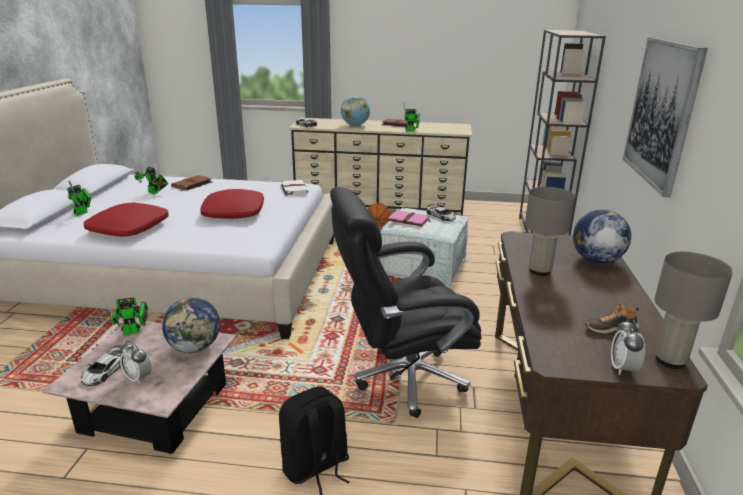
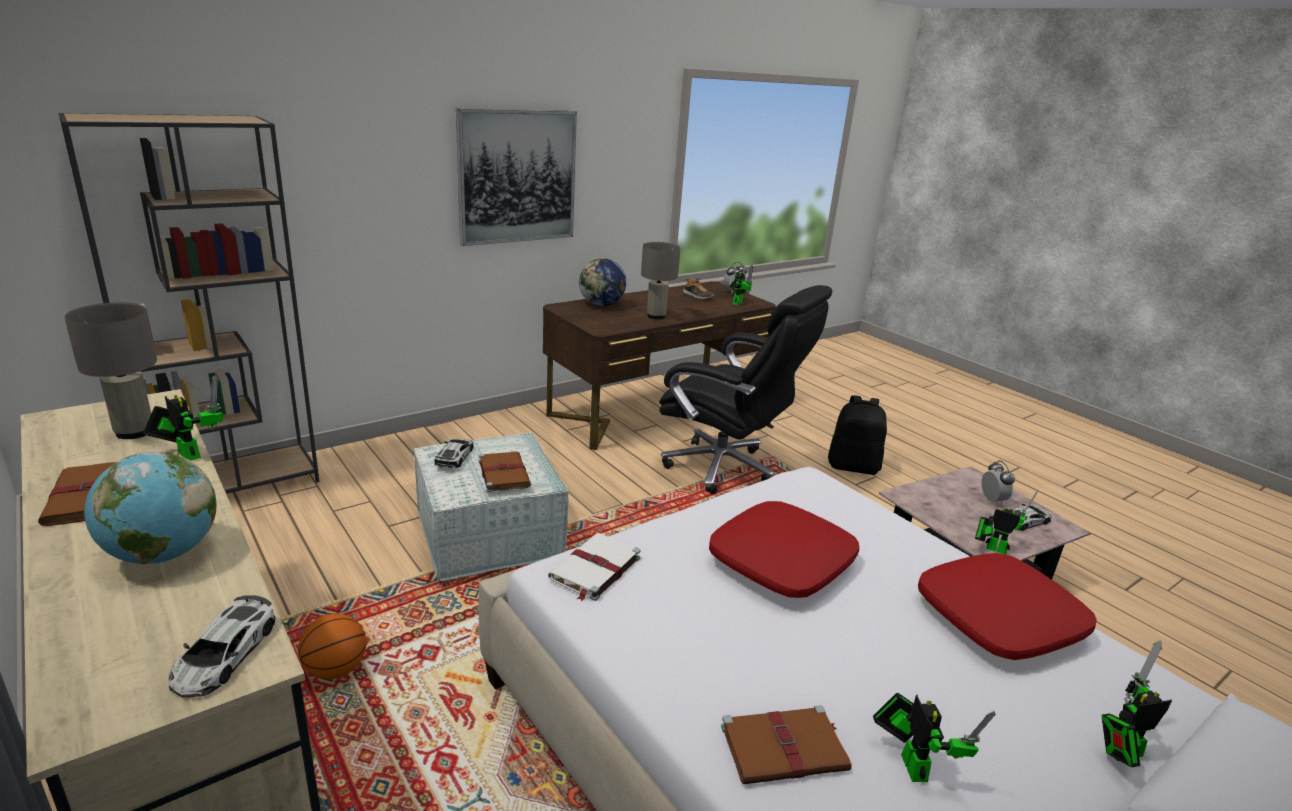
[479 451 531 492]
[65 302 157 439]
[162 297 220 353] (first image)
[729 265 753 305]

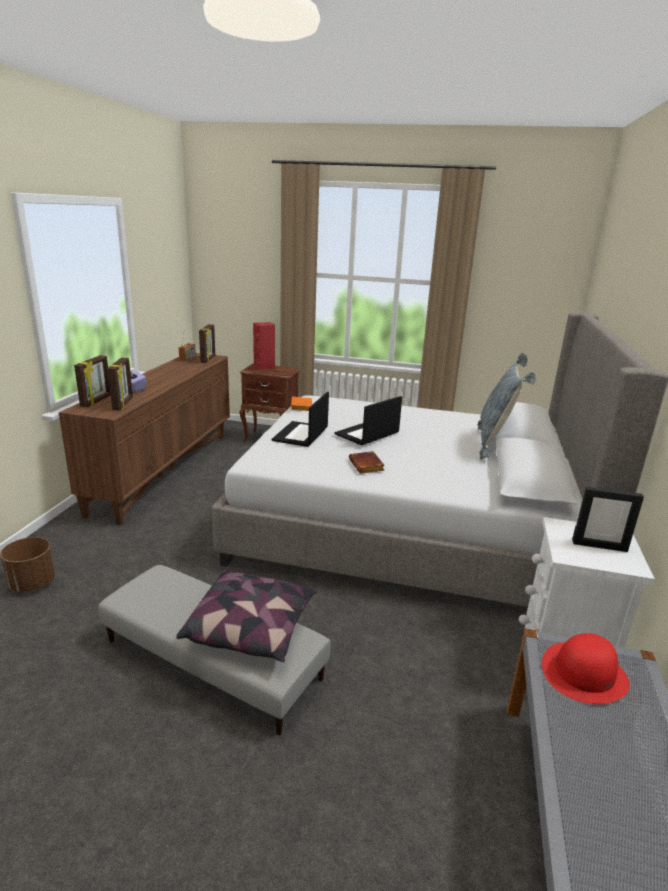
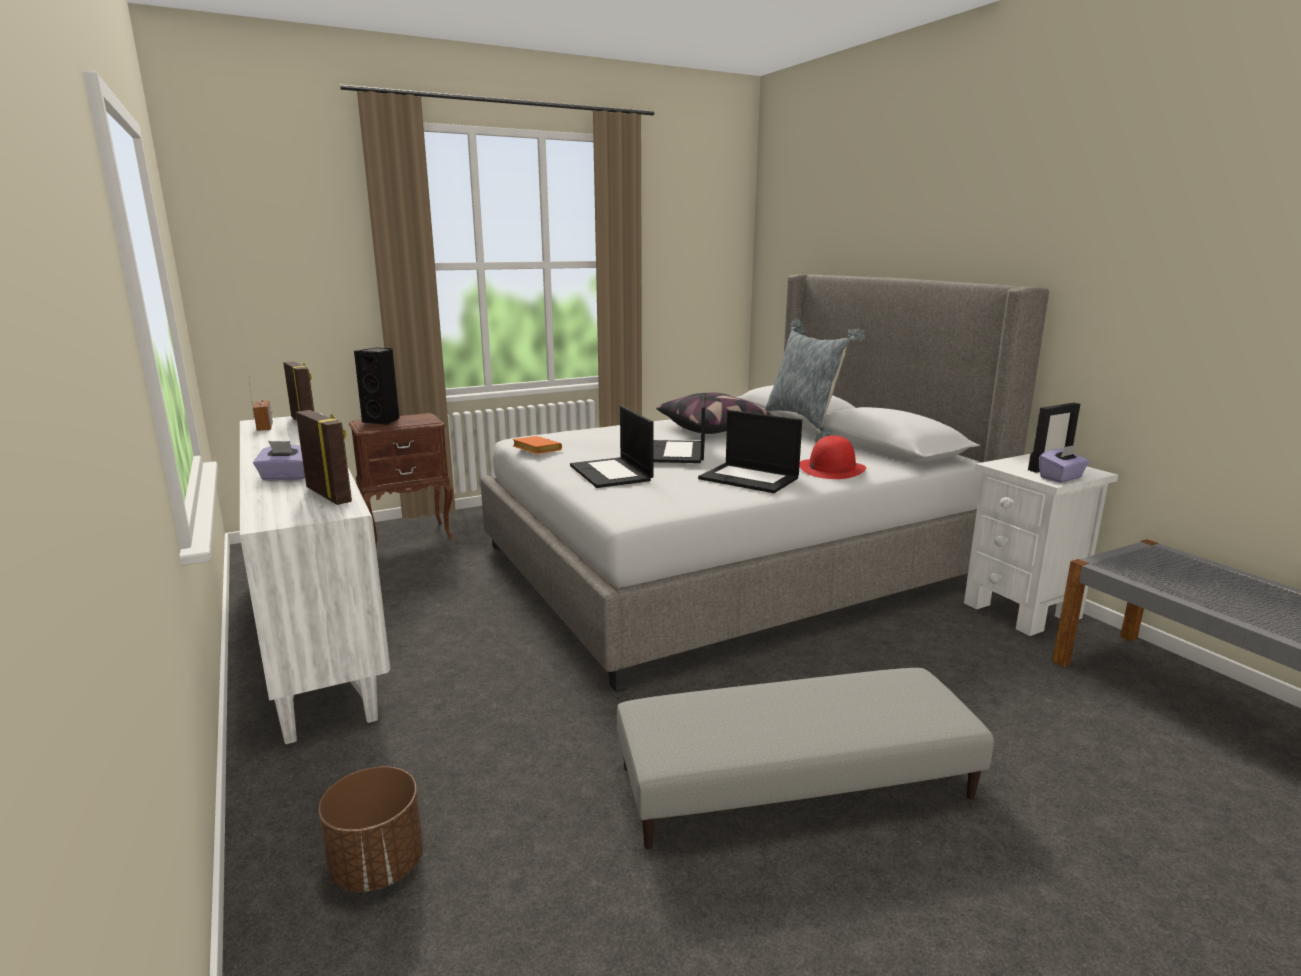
[354 348 400 425]
[240 414 390 744]
[74 355 111 407] (first image)
[698 410 802 493]
[656 393 774 434]
[799 436 866 479]
[1039 444 1089 483]

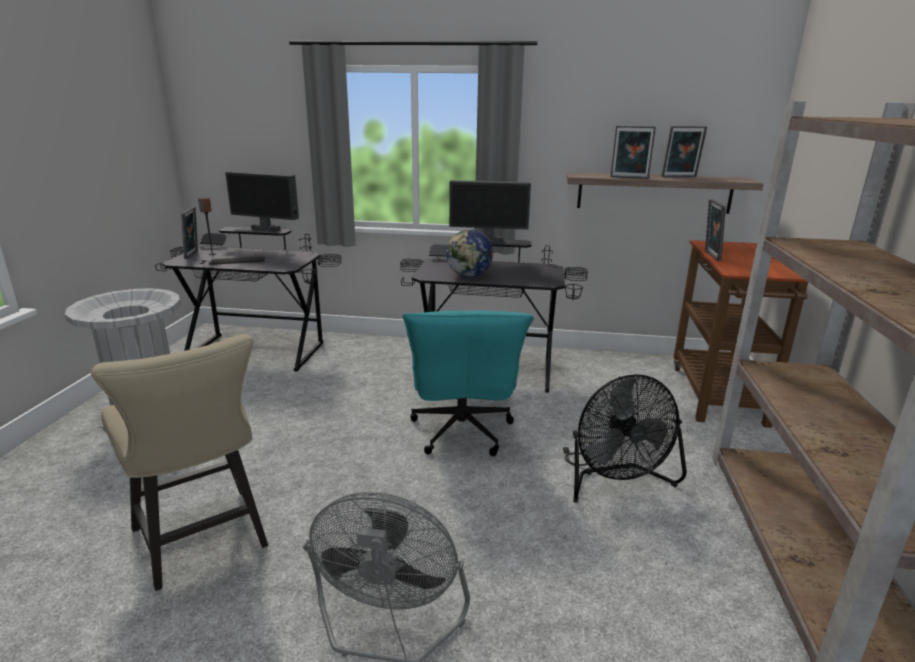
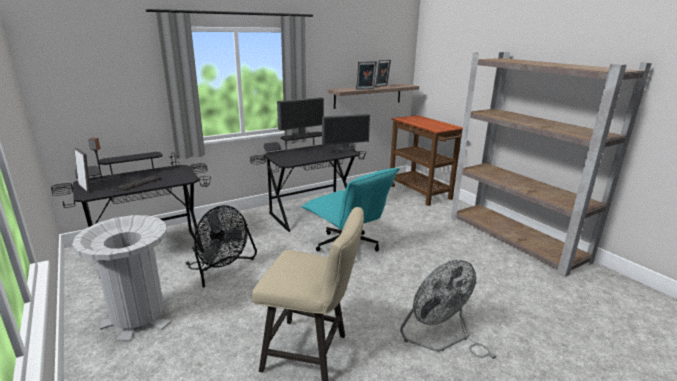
[322 114 370 153]
[705 199 726 261] (first image)
[446 229 493 277] (first image)
[185 205 257 288]

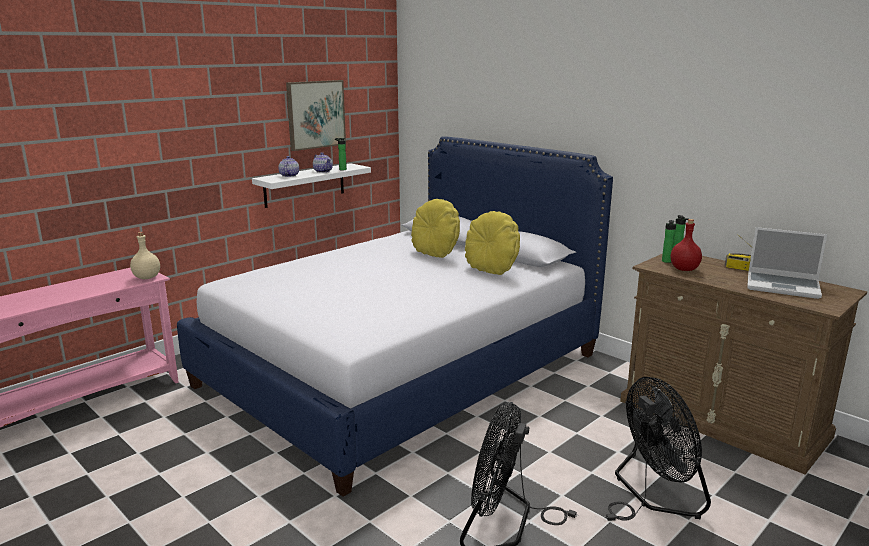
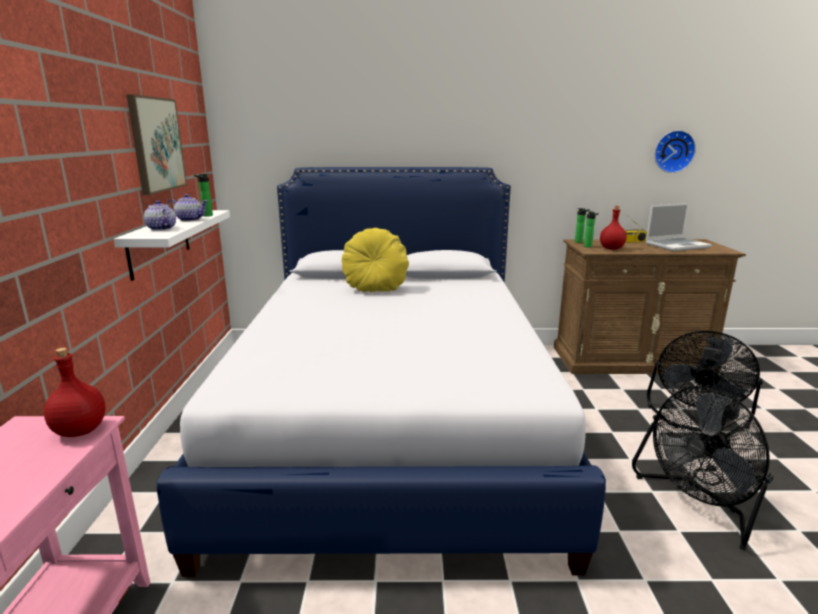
[465 211 520 275] (first image)
[44 348 105 437]
[654 130 696 173]

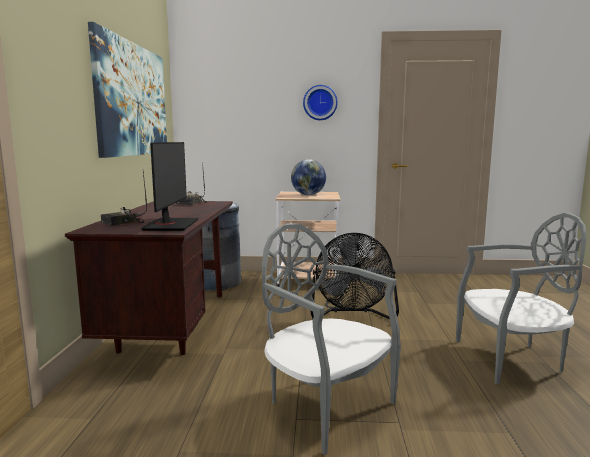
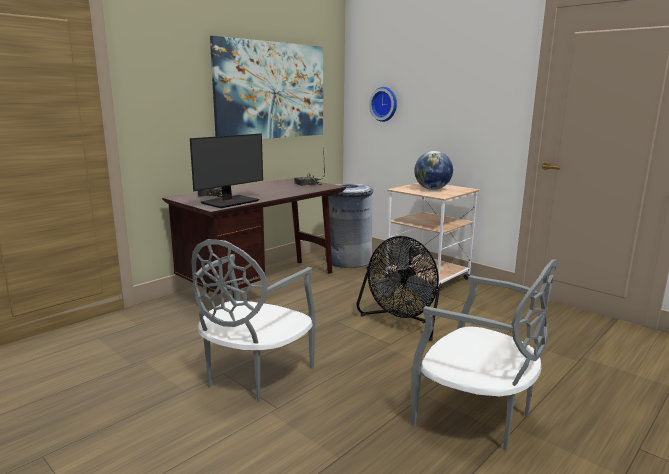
[369 87 397 122]
[191 239 316 402]

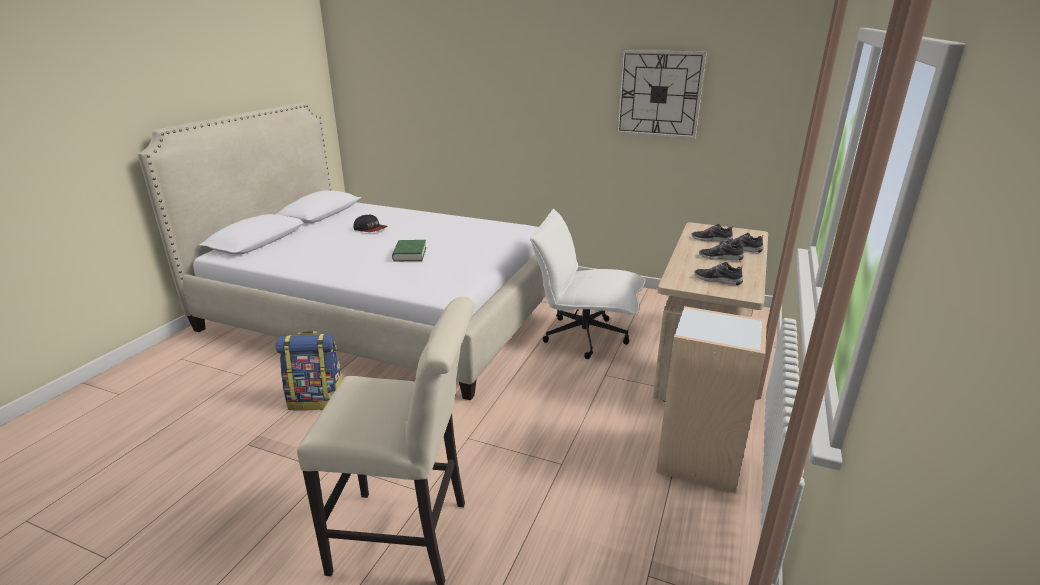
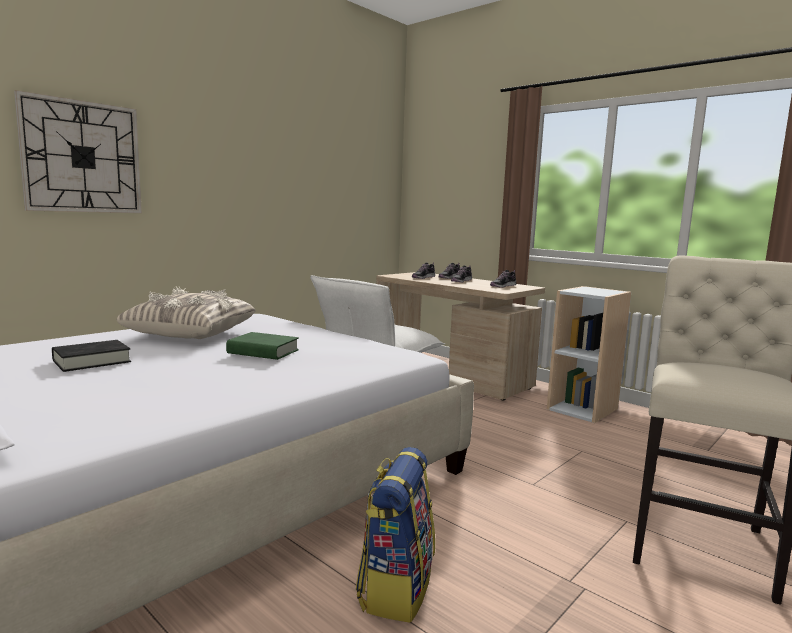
[14 90 142 213]
[52 340 131 372]
[117 287 256 339]

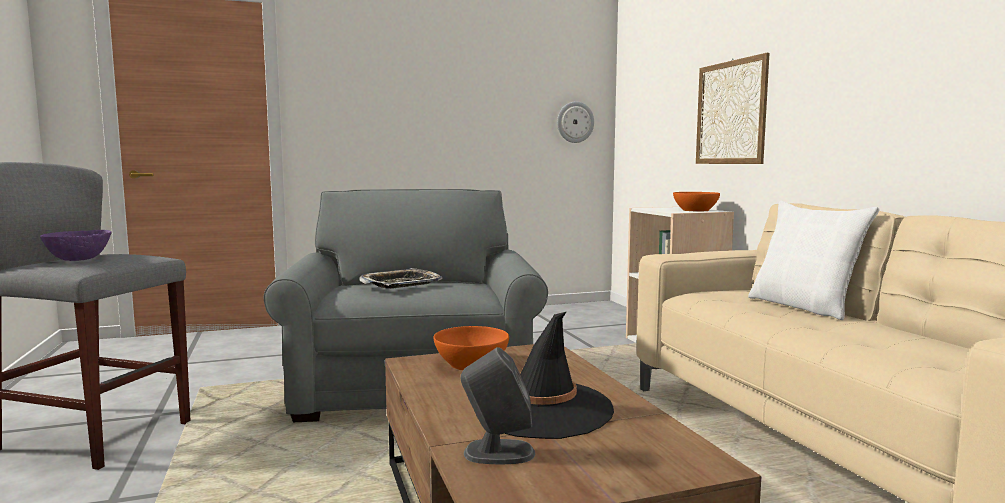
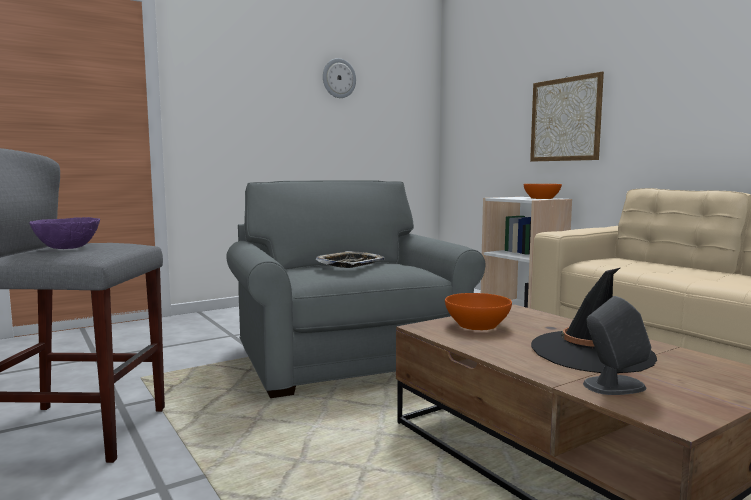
[323 58 356 98]
[748 201 880 320] (first image)

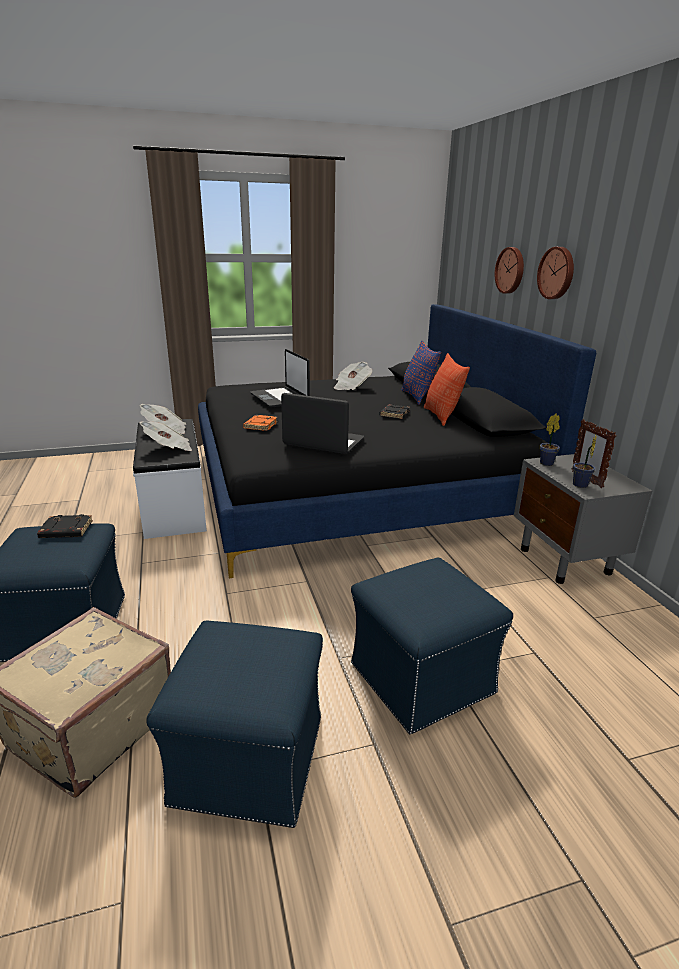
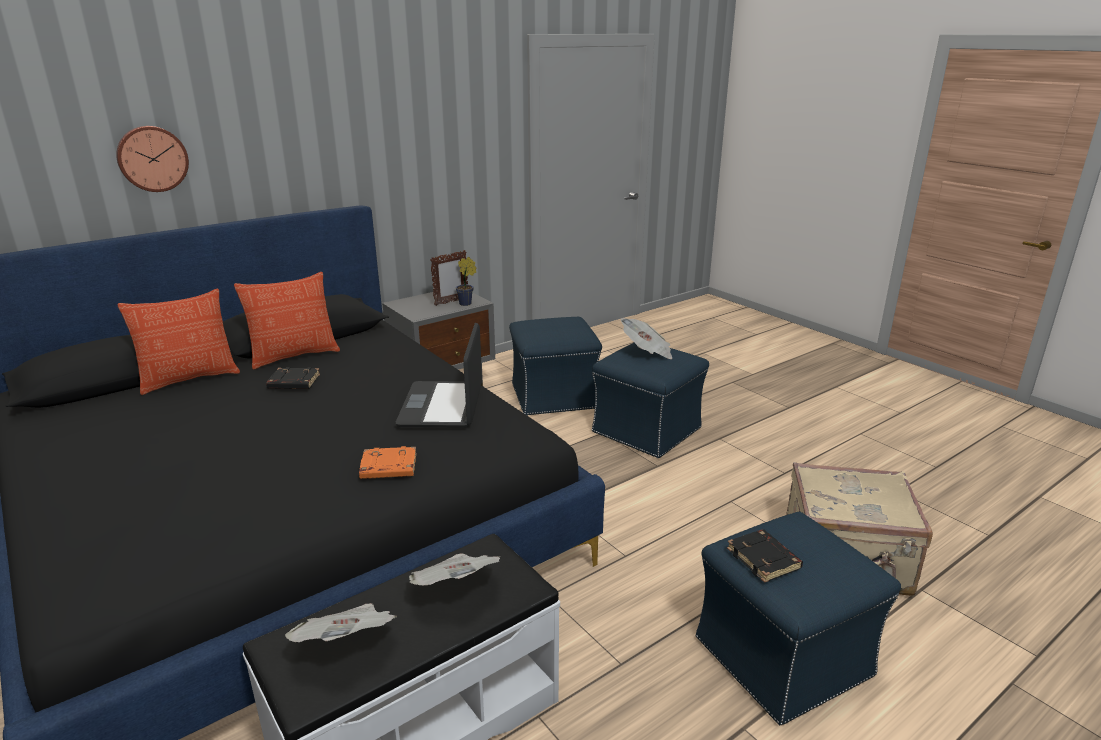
[537 247 574 299] (first image)
[117 289 240 395]
[250 349 310 408] (first image)
[620 318 672 359]
[540 413 560 466] (first image)
[509 317 602 416]

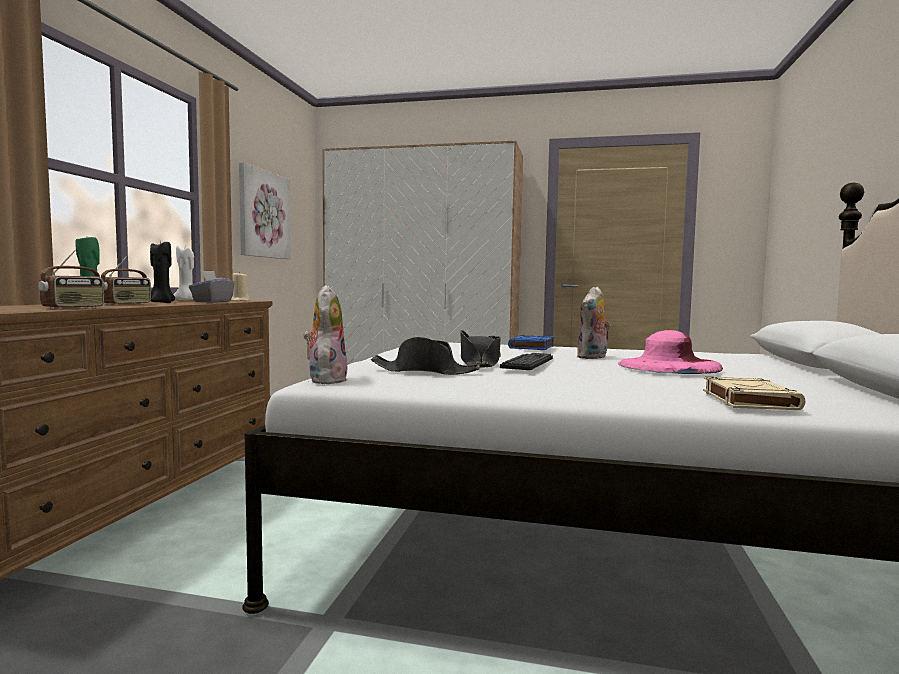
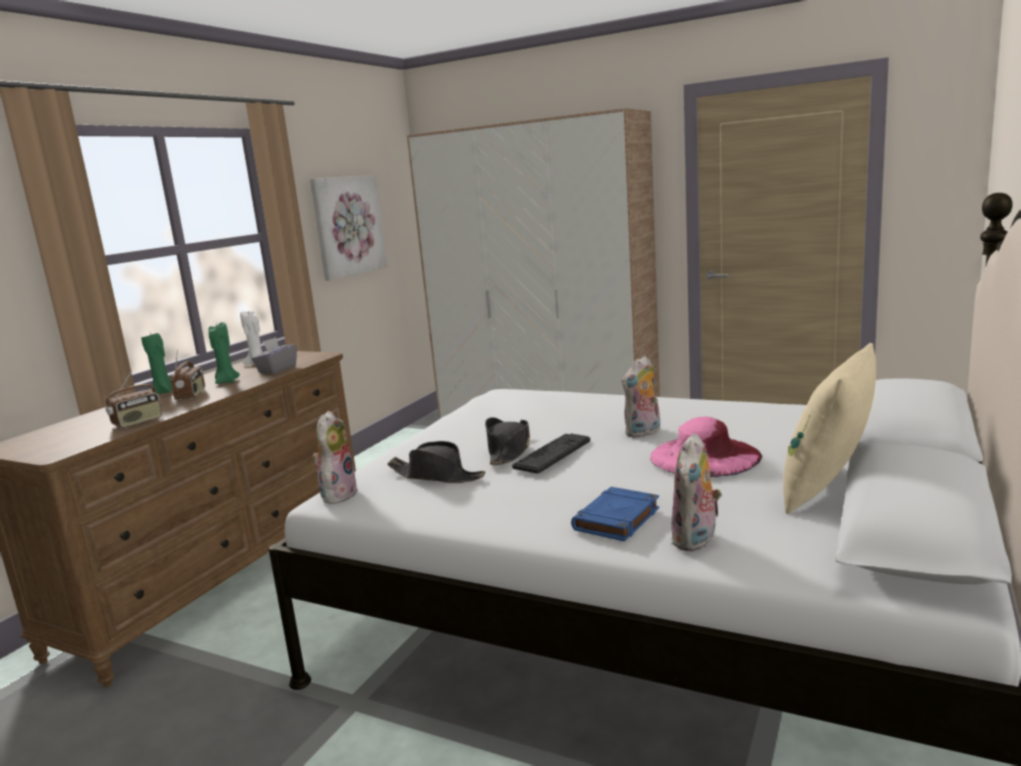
[208 322 240 384]
[170 350 205 400]
[231 272 250 301] (first image)
[571 487 659 542]
[671 433 722 552]
[783 343 876 514]

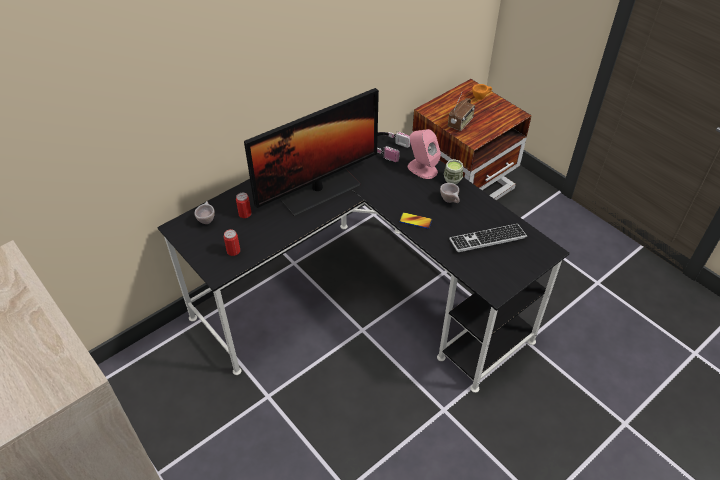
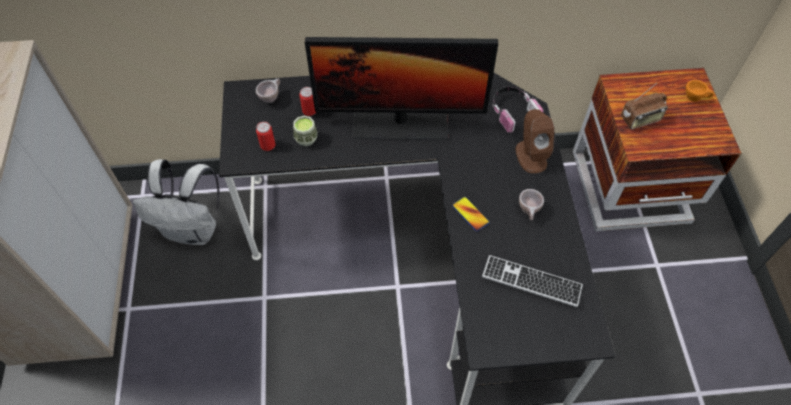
[516 109 555 173]
[293 116 317 146]
[133 159 219 245]

